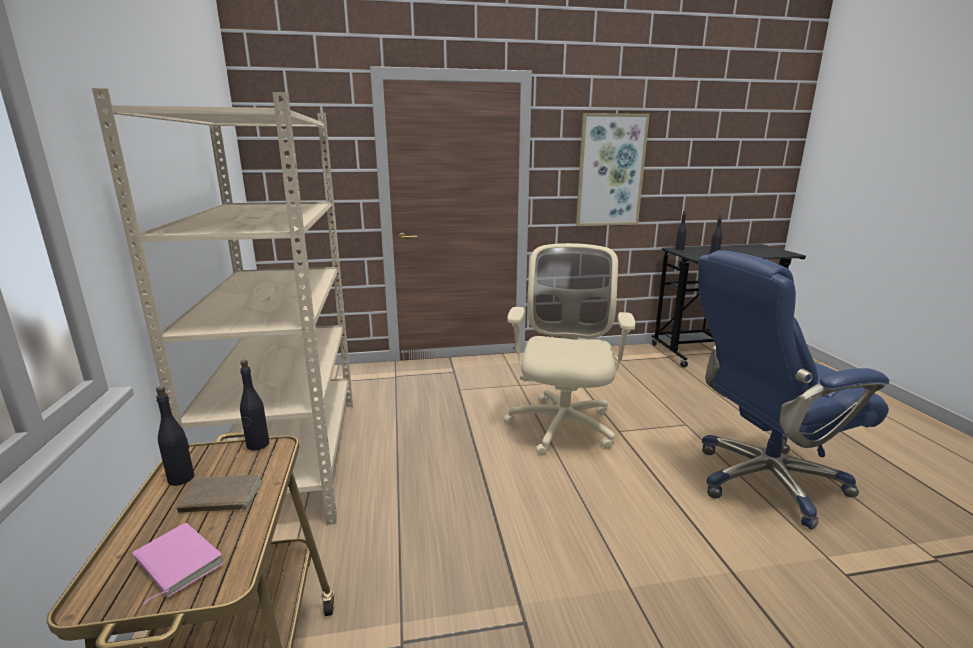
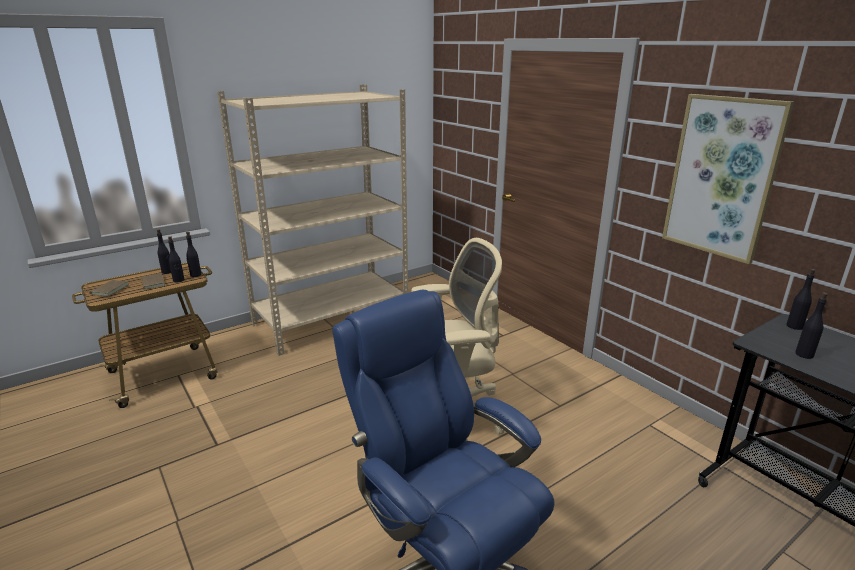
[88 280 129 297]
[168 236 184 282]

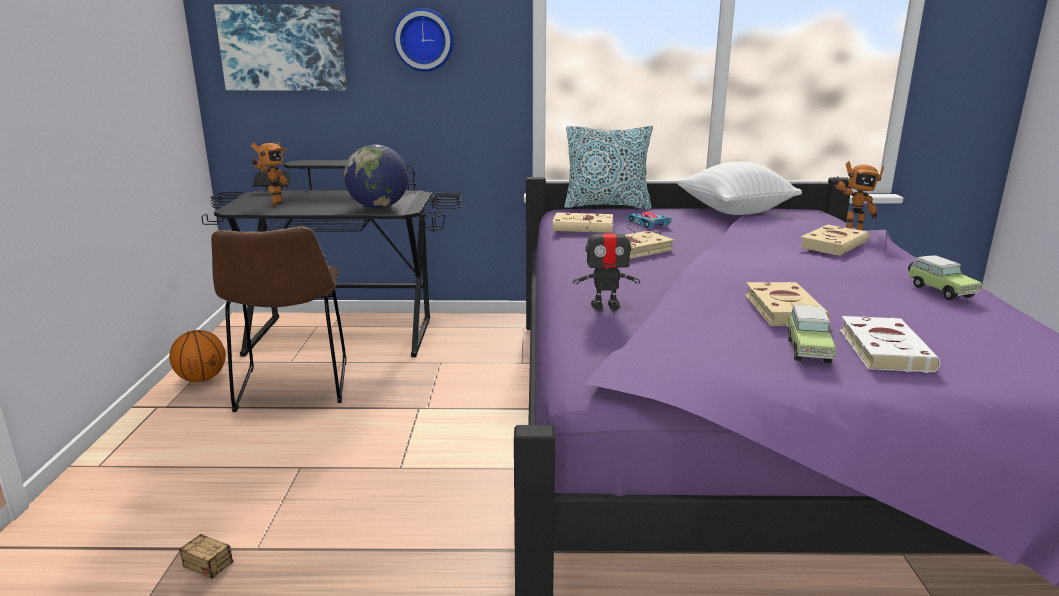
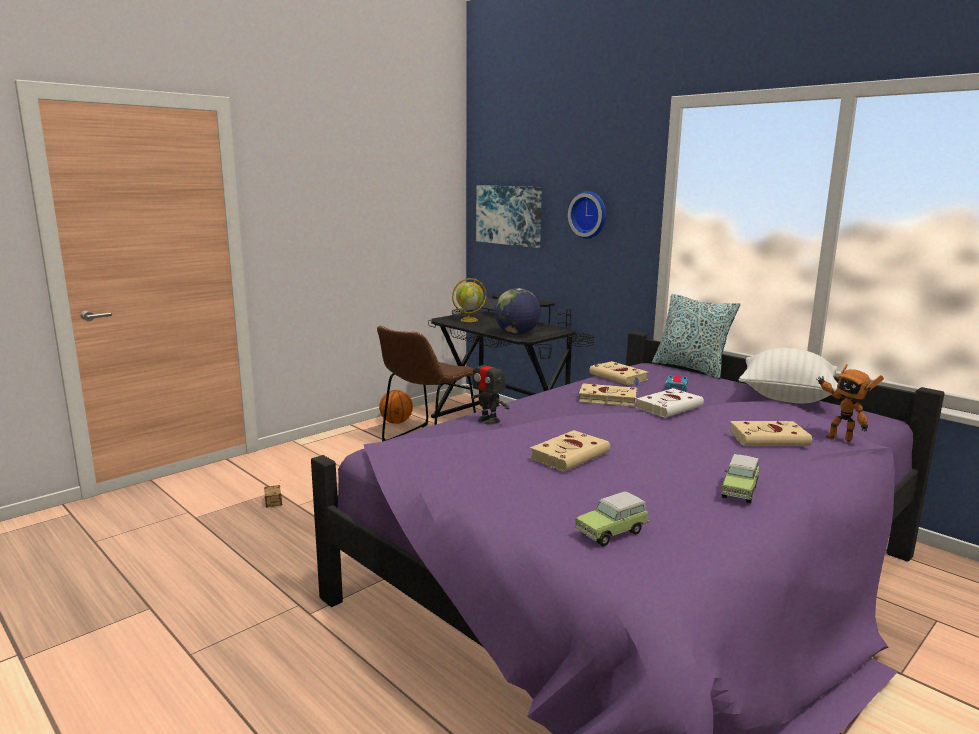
[452 278 487 322]
[575 491 649 546]
[636 388 704 418]

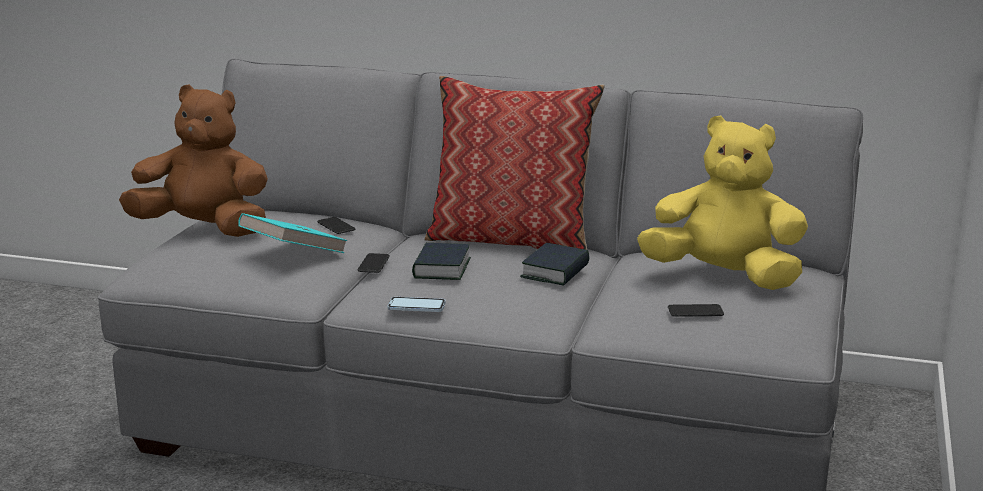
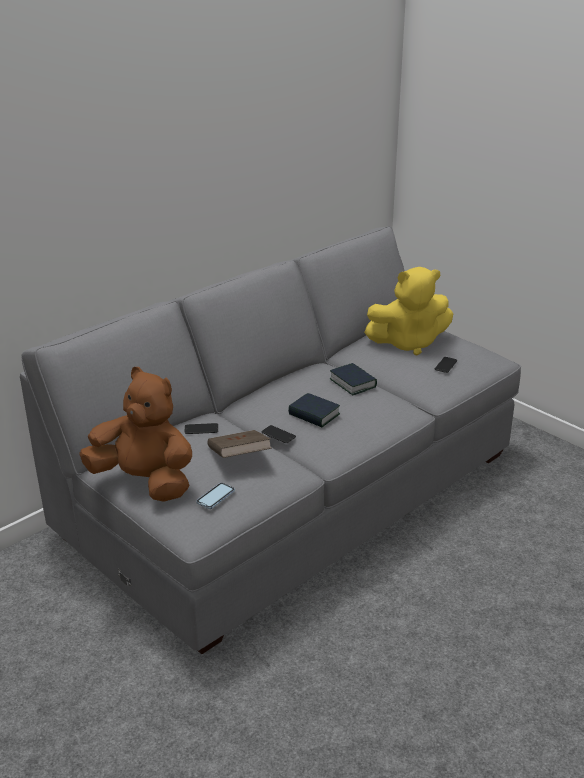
[424 76 605 250] (first image)
[79 367 192 502]
[364 267 453 356]
[208 430 272 458]
[196 483 235 509]

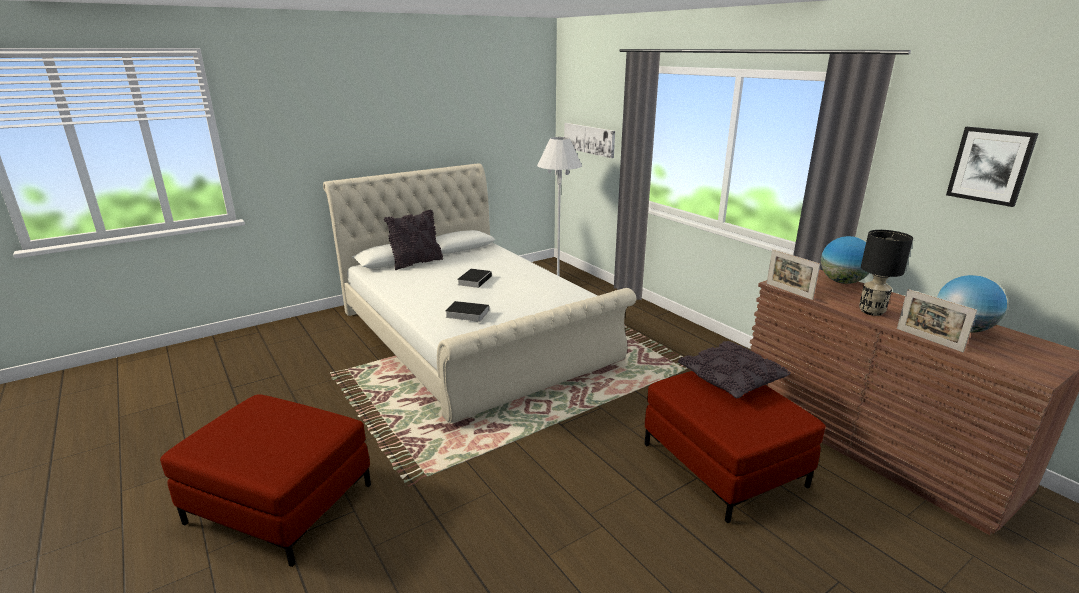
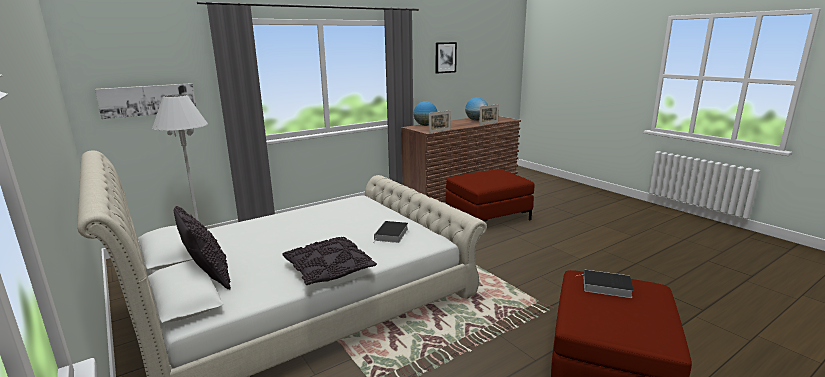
[859 230 913 316] (first image)
[576 269 634 298]
[282 237 377 285]

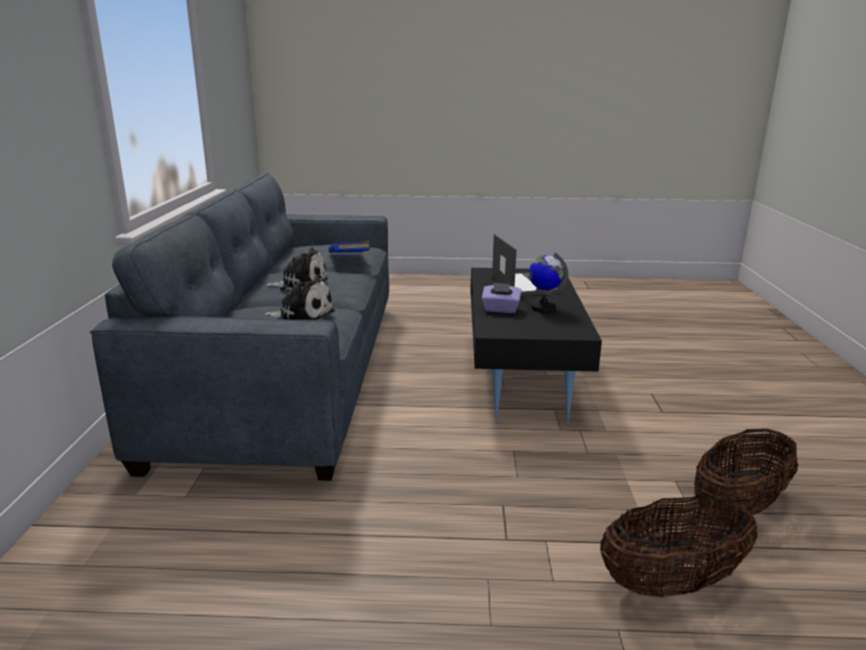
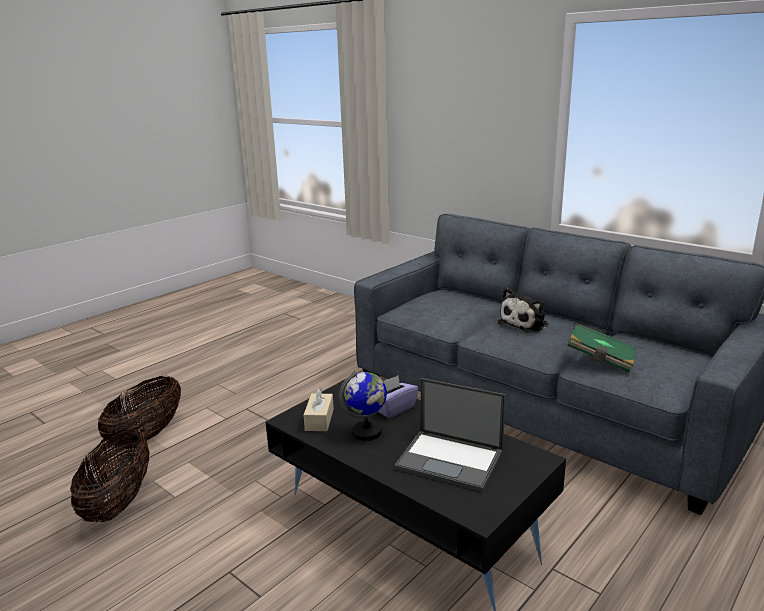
[567 323 636 372]
[264 274 335 320] (first image)
[304 387 334 431]

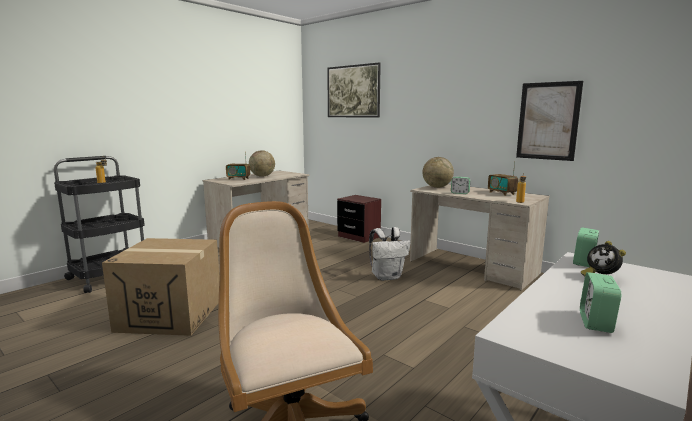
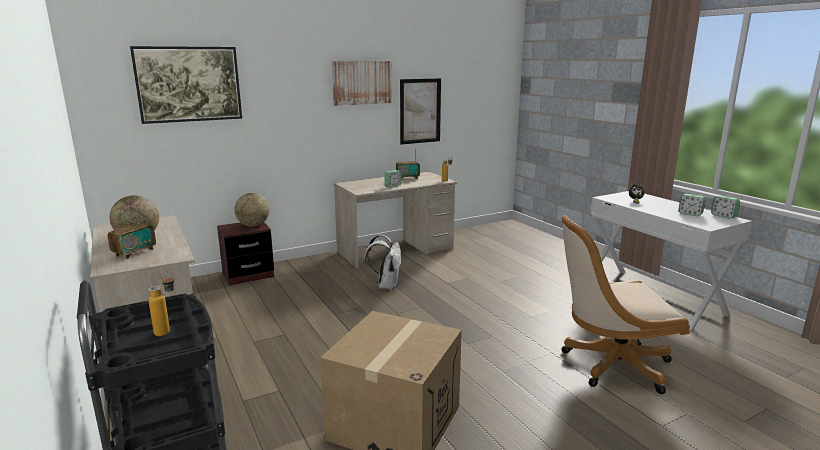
[234 193 269 227]
[711 195 740 219]
[332 61 392 106]

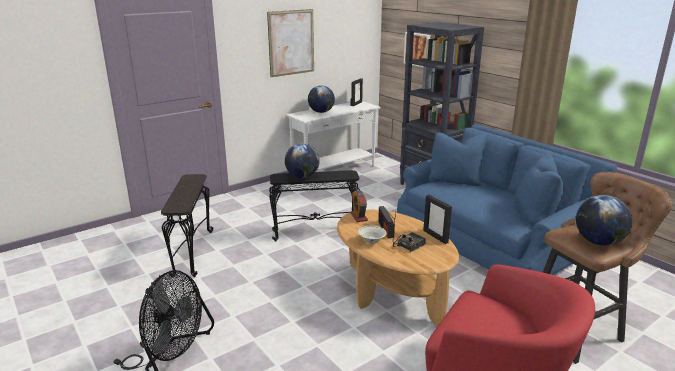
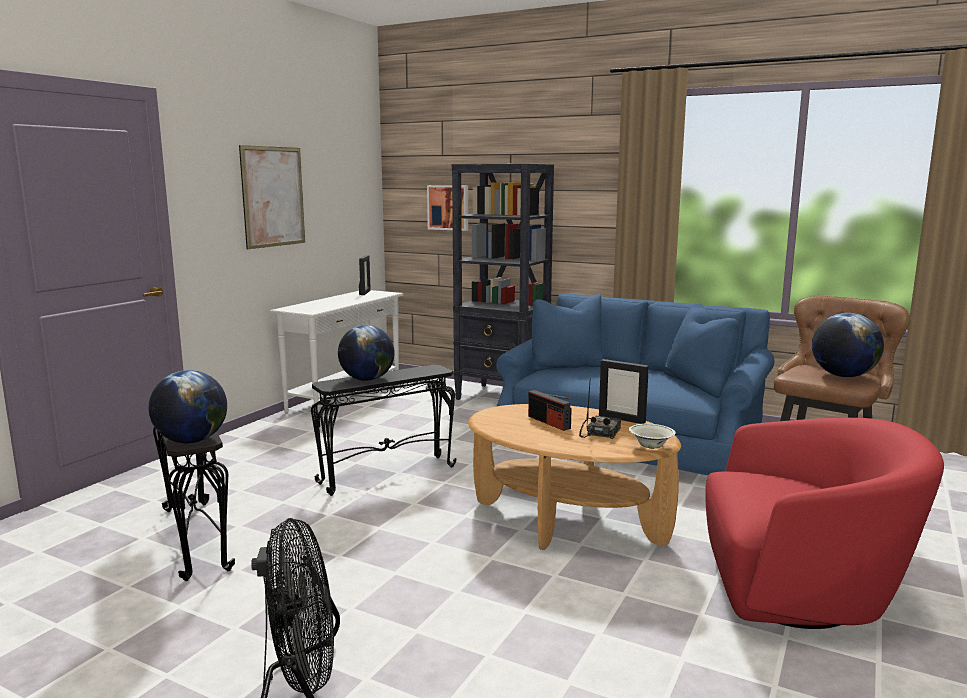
[149 370 227 443]
[350 190 368 222] (first image)
[629 424 676 449]

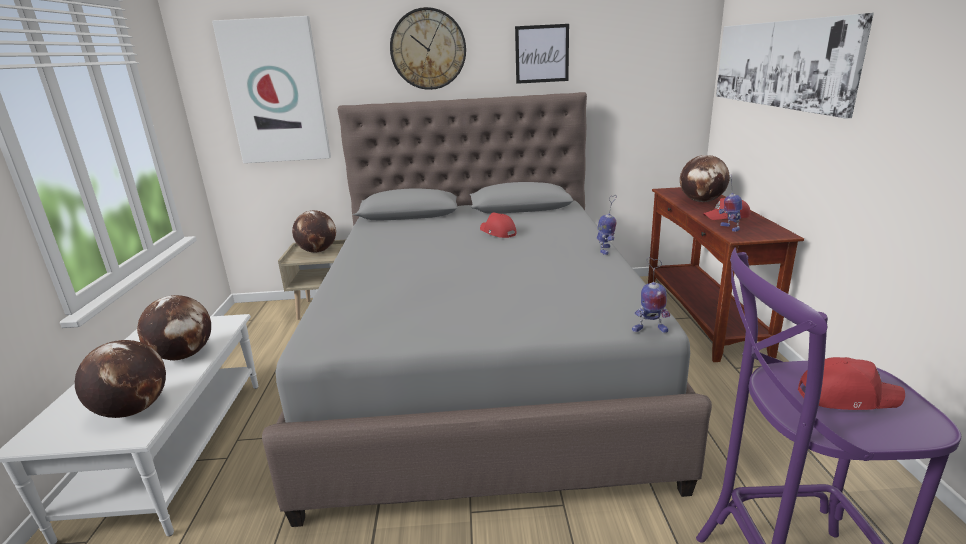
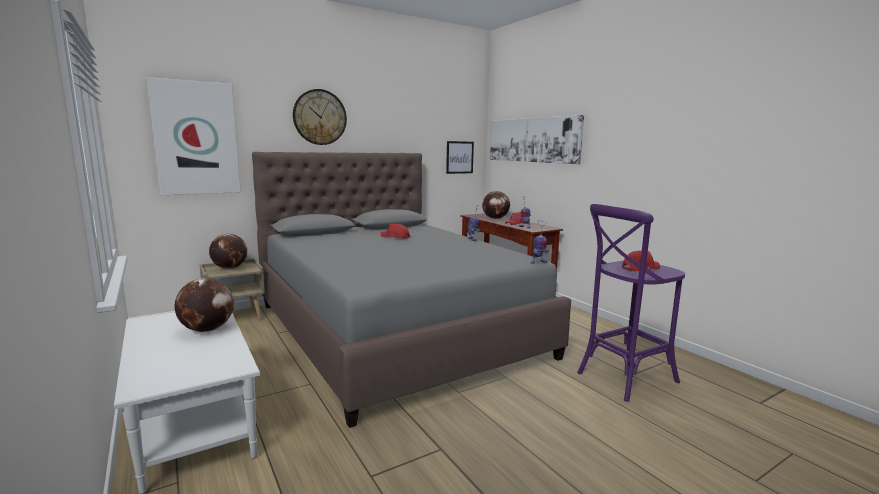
[446 141 474 174]
[75 340 166 418] (first image)

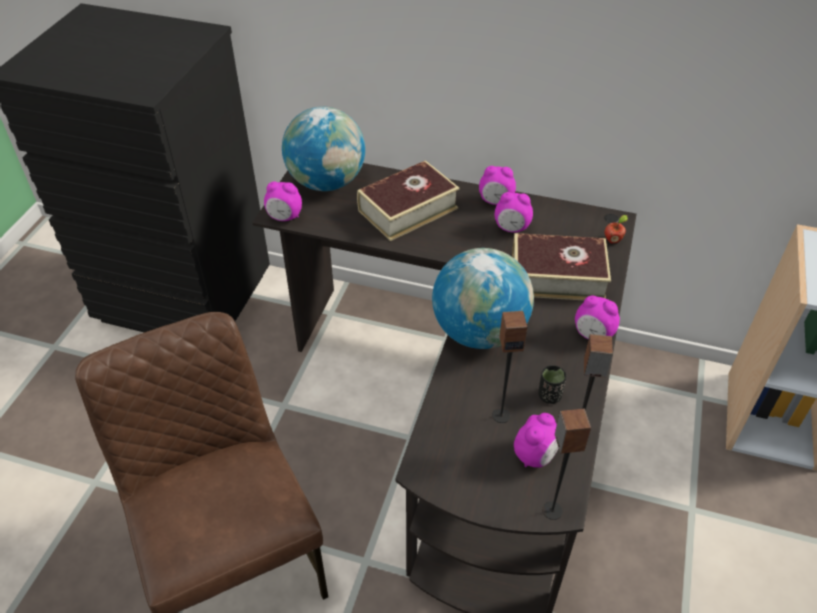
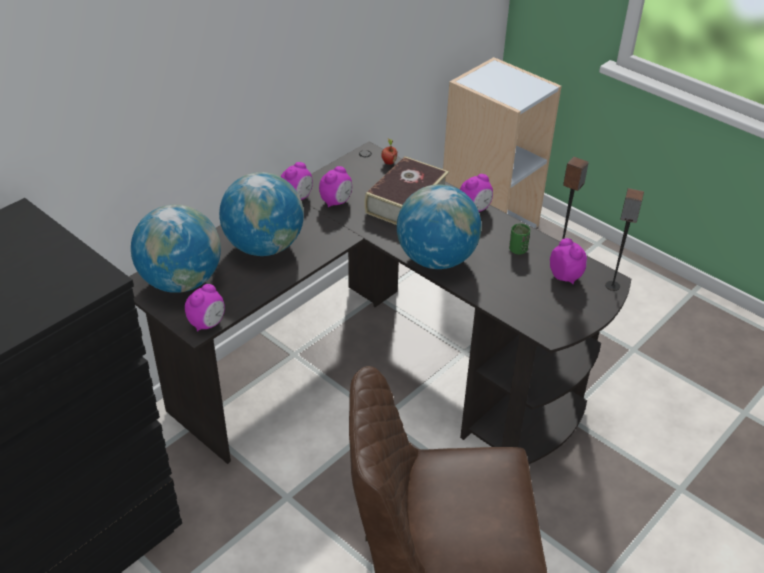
[219 172 304 256]
[492 311 527 423] (first image)
[509 224 530 255]

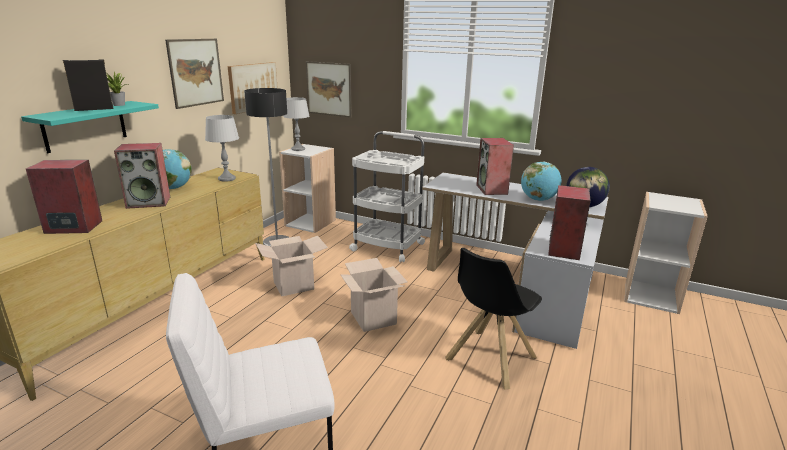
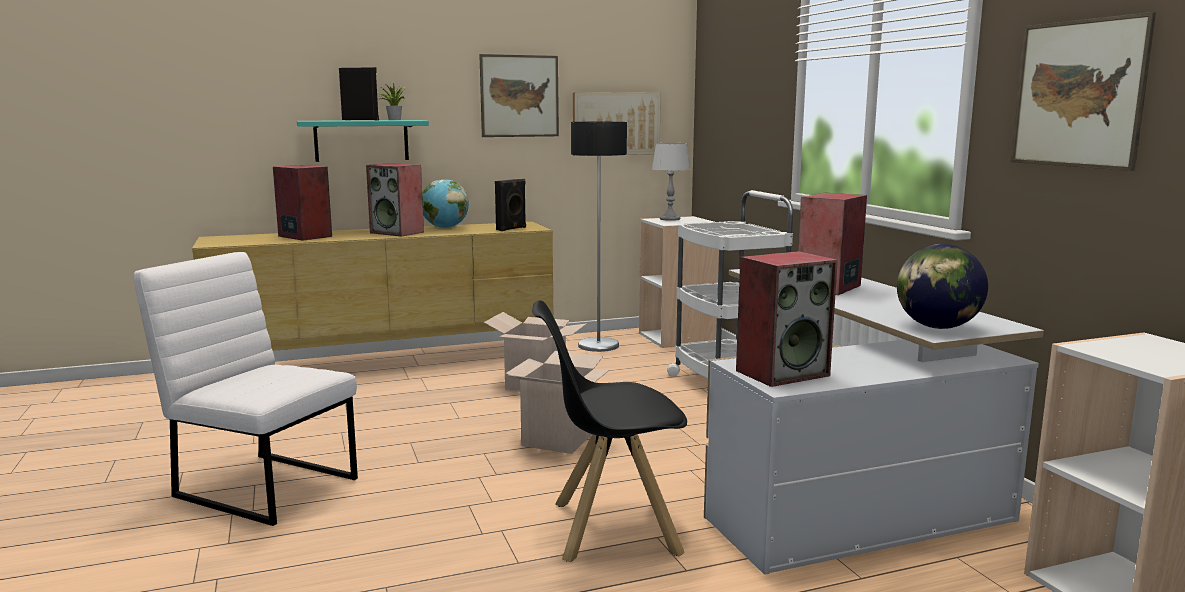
[1011 12 1156 171]
[495 179 526 231]
[521 161 562 201] (first image)

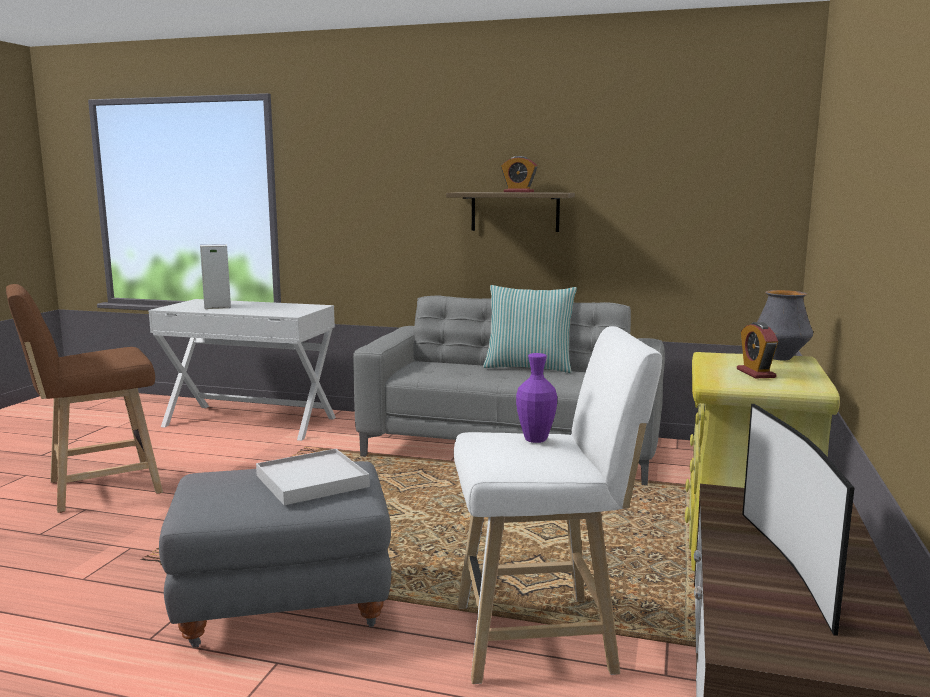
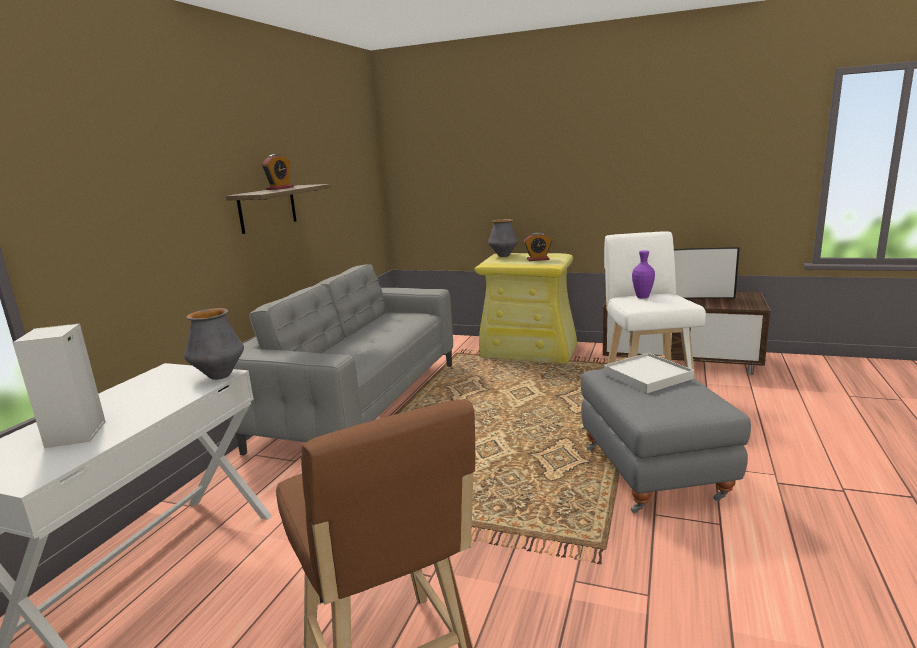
[483 285 577 373] (first image)
[184 308 244 380]

